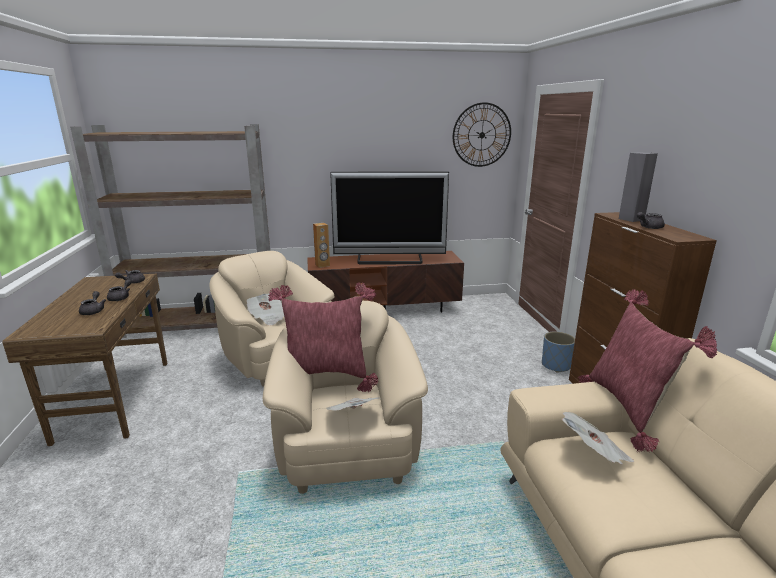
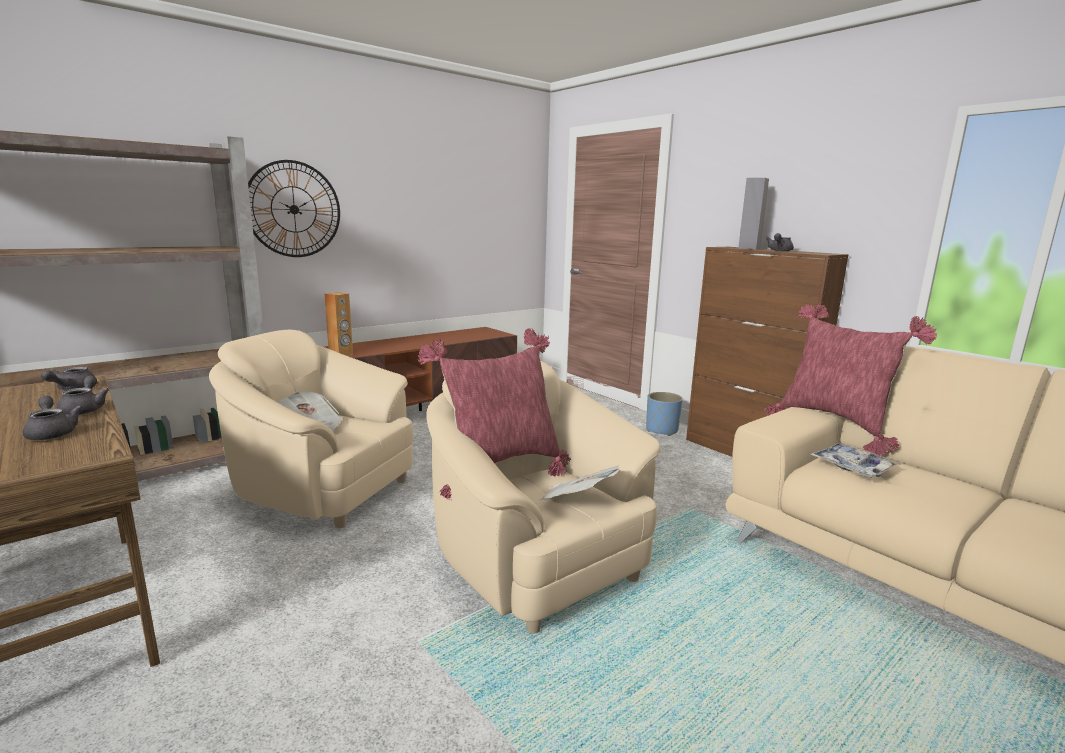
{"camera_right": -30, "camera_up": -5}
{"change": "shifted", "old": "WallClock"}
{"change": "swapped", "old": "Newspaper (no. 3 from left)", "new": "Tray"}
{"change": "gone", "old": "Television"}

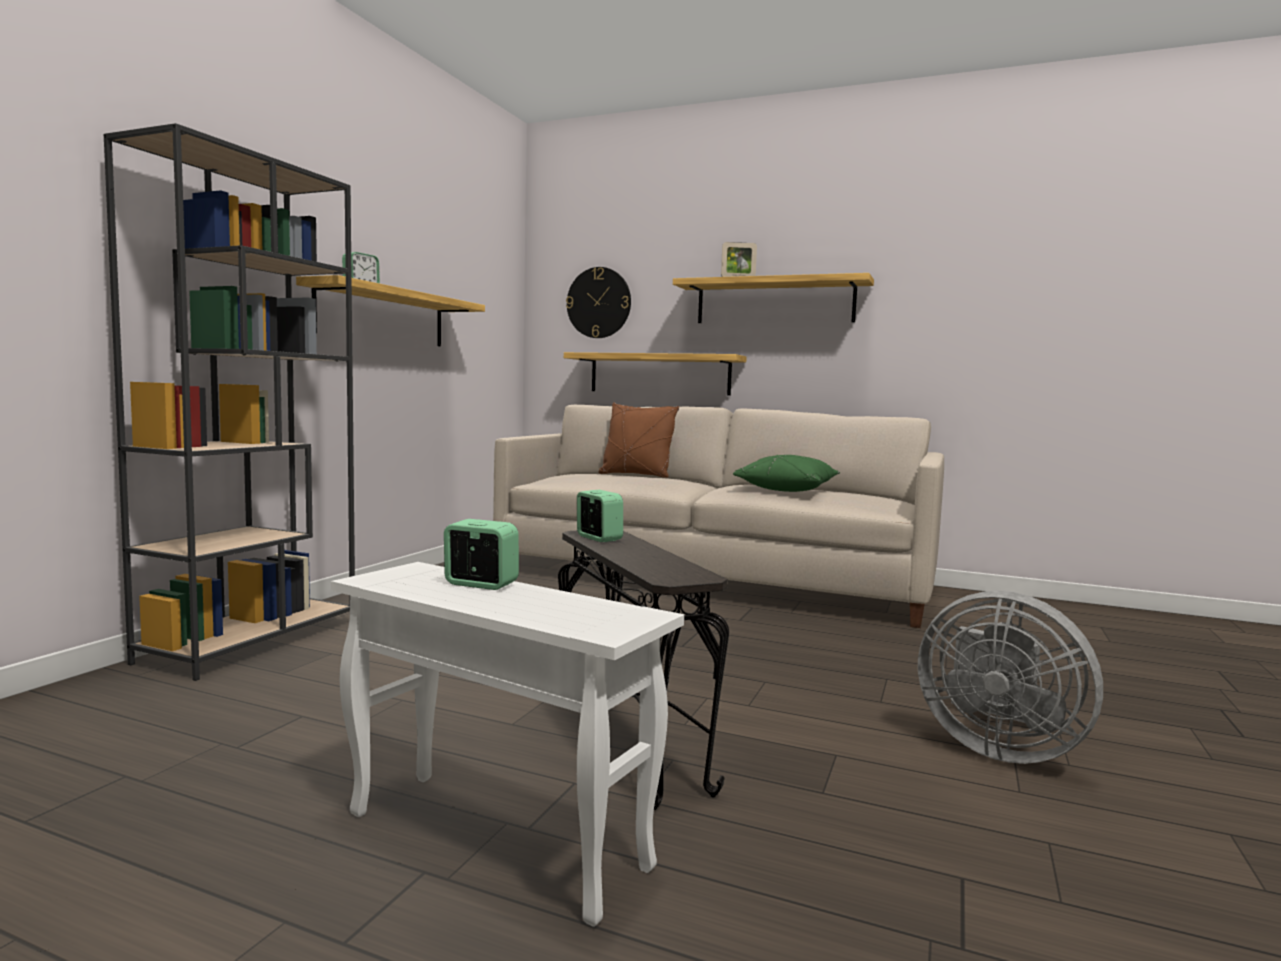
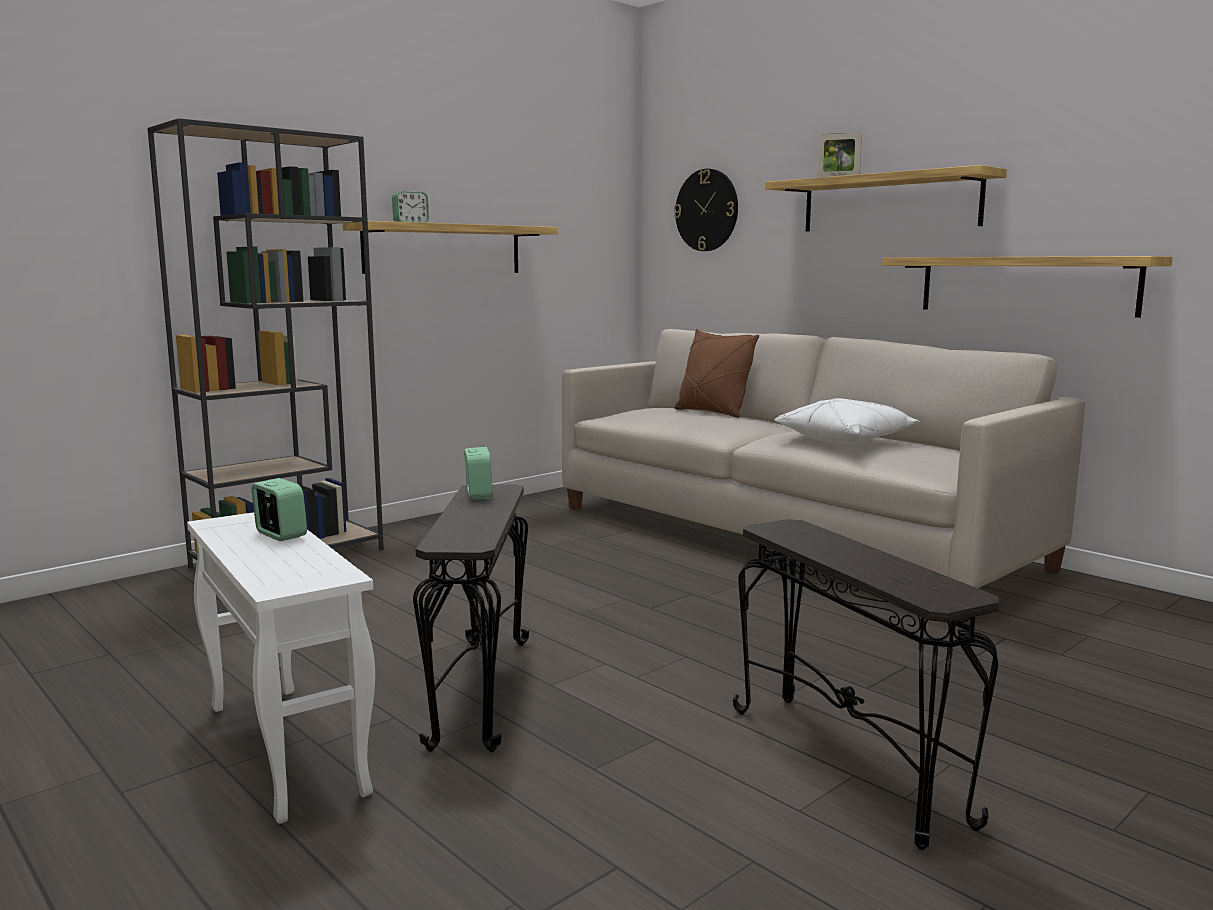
{"camera_right": 25, "camera_up": 5}
{"change": "swapped", "old": "GreyFan", "new": "BlackSideTable (no. 2 from left)"}
{"change": "repainted", "old": "GreenPillow", "new": "WhitePillow"}
{"change": "shifted", "old": "Shelf (no. 2 from left in the first image)", "new": "Shelf (no. 3 from left)"}

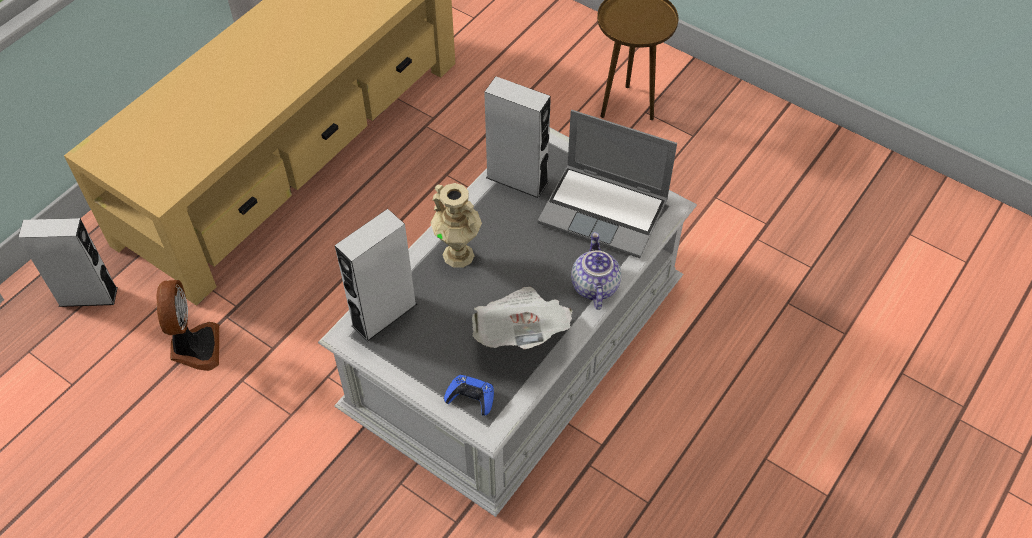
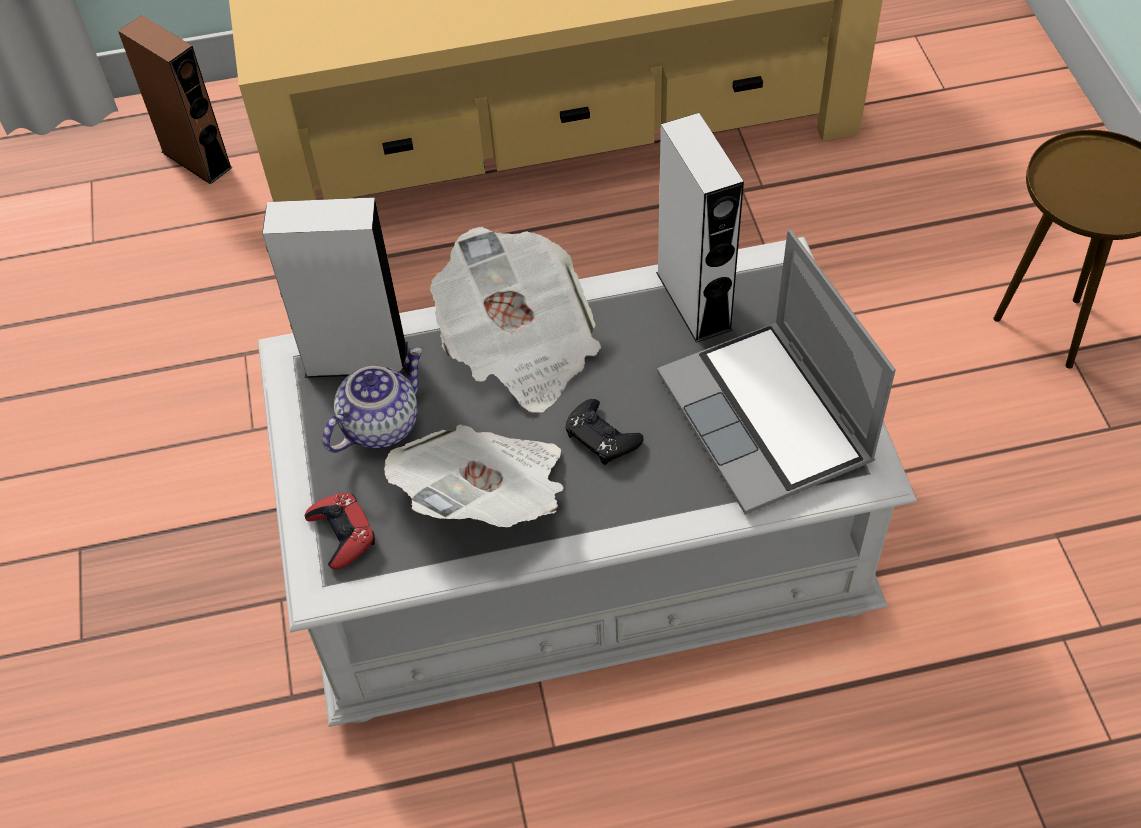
{"camera_right": 45, "camera_up": 0}
{"change": "repainted", "old": "GreySpeaker (no. 1 from left)", "new": "BrownSpeaker"}
{"change": "repainted", "old": "BlueGameController", "new": "RedGameController"}
{"change": "shifted", "old": "Teapot"}
{"change": "swapped", "old": "BeigeVase", "new": "Newspaper (no. 2 from left)"}
{"change": "new", "new": "BlackGameController"}
{"change": "gone", "old": "Fan"}

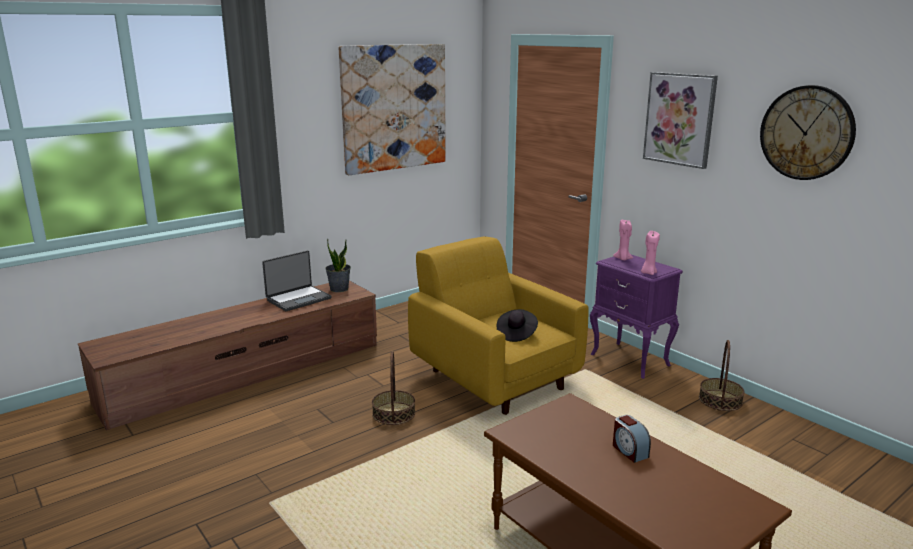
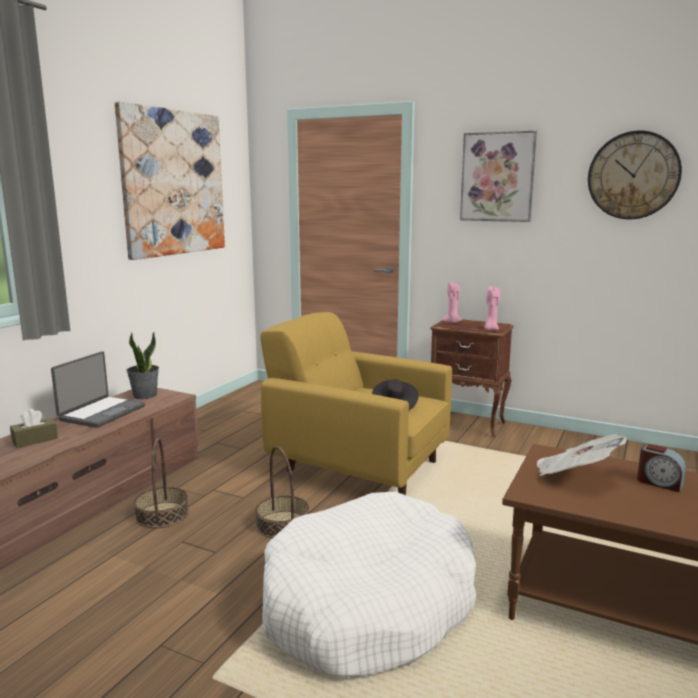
{"camera_right": -25, "camera_up": -5}
{"change": "new", "new": "BrownTissueBox"}
{"change": "shifted", "old": "Basket (no. 2 from left in the first image)", "new": "Basket (no. 1 from left)"}
{"change": "new", "new": "WhiteDogBed"}
{"change": "repainted", "old": "PurpleNightstand", "new": "BrownNightstand"}
{"change": "new", "new": "Newspaper"}

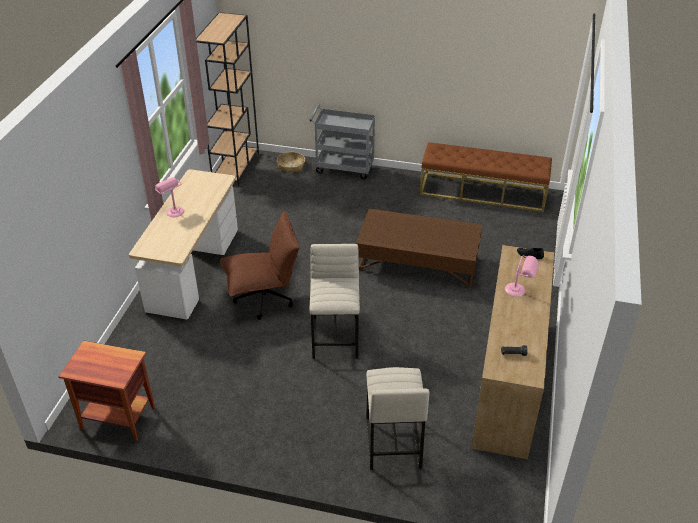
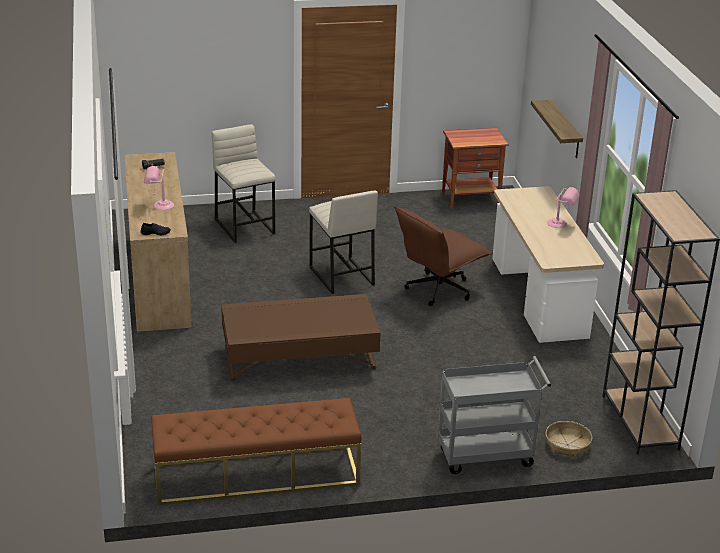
{"camera_right": 155, "camera_up": -10}
{"change": "new", "new": "Shelf"}

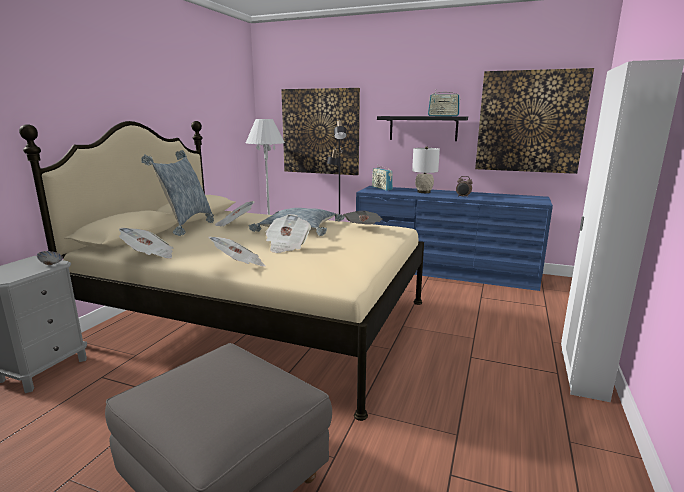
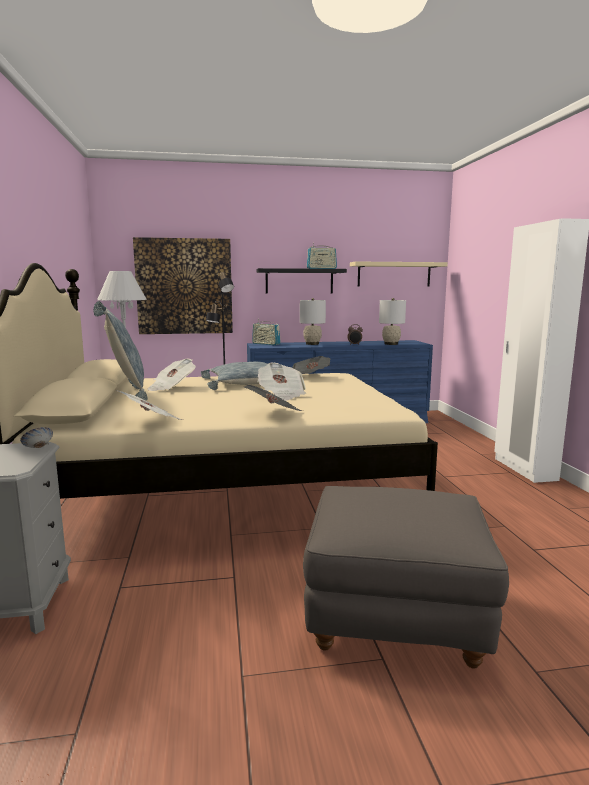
{"camera_right": -30, "camera_up": -5}
{"change": "swapped", "old": "Picture (no. 2 from left)", "new": "BeigeShelf"}
{"change": "new", "new": "WhiteTableLamp (no. 2 from left)"}

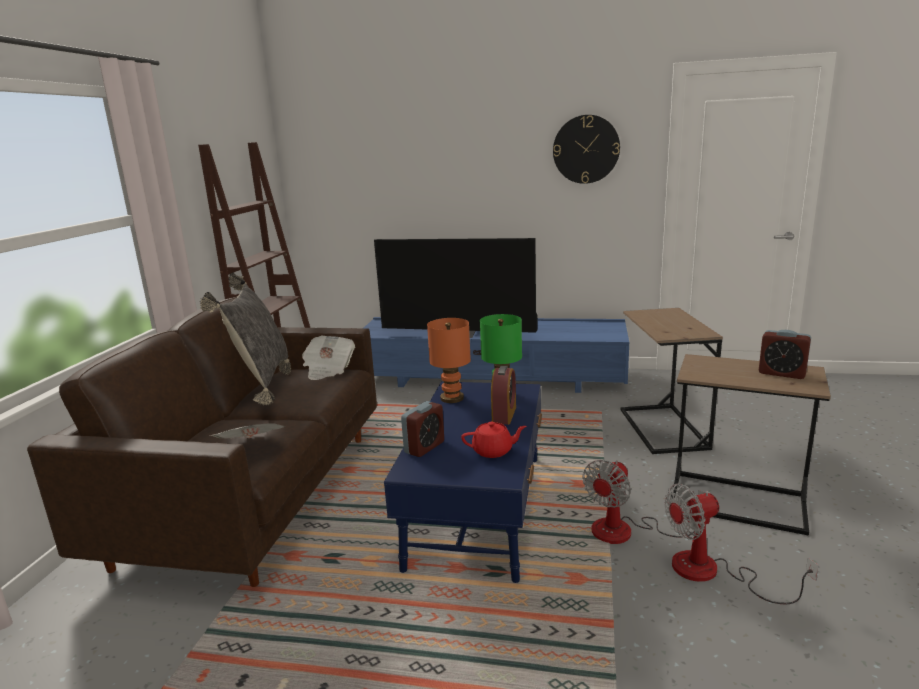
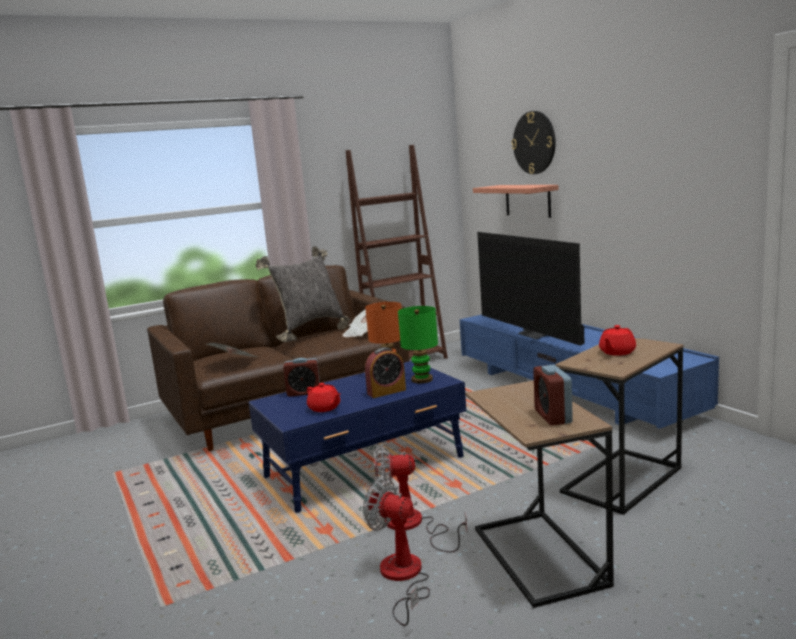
{"camera_right": 50, "camera_up": -5}
{"change": "new", "new": "Shelf"}
{"change": "shifted", "old": "WallClock"}
{"change": "new", "new": "RedTeapot (no. 2 from left)"}

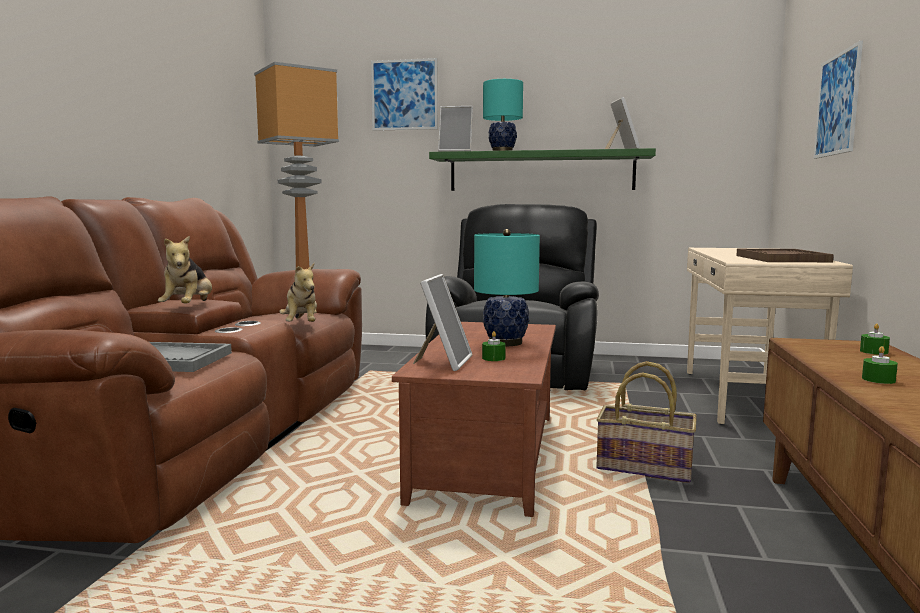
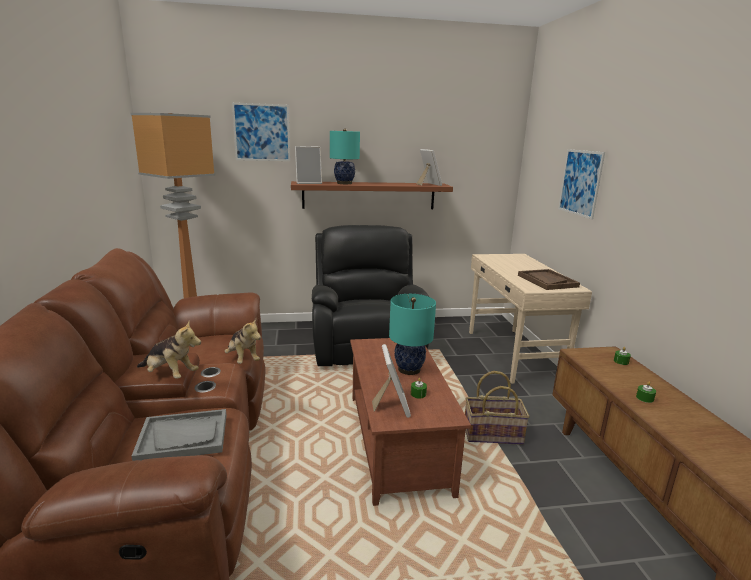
{"camera_right": -20, "camera_up": 10}
{"change": "rotated", "old": "PlushToy (no. 1 from left)", "degrees": -45}
{"change": "repainted", "old": "GreenShelf", "new": "BrownShelf"}

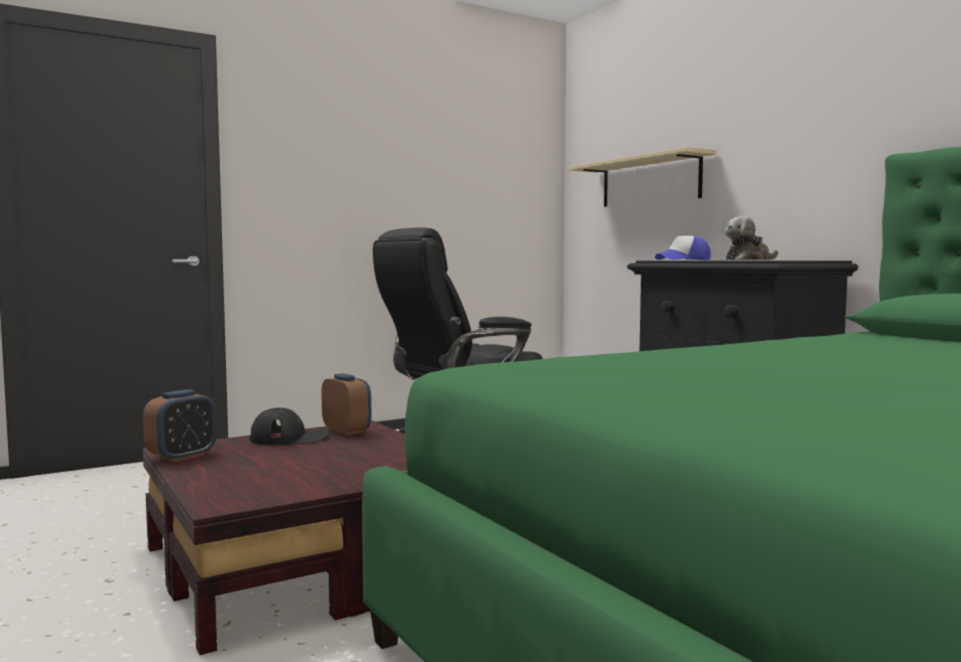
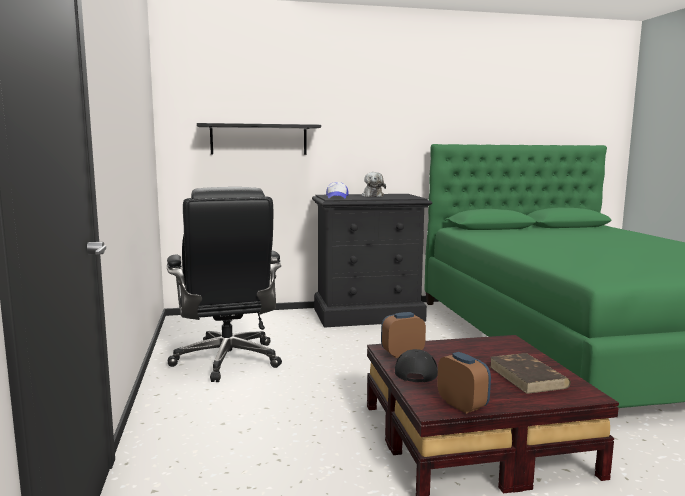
{"camera_right": -70, "camera_up": 5}
{"change": "repainted", "old": "BeigeShelf", "new": "BlackShelf"}
{"change": "new", "new": "BrownBook"}

